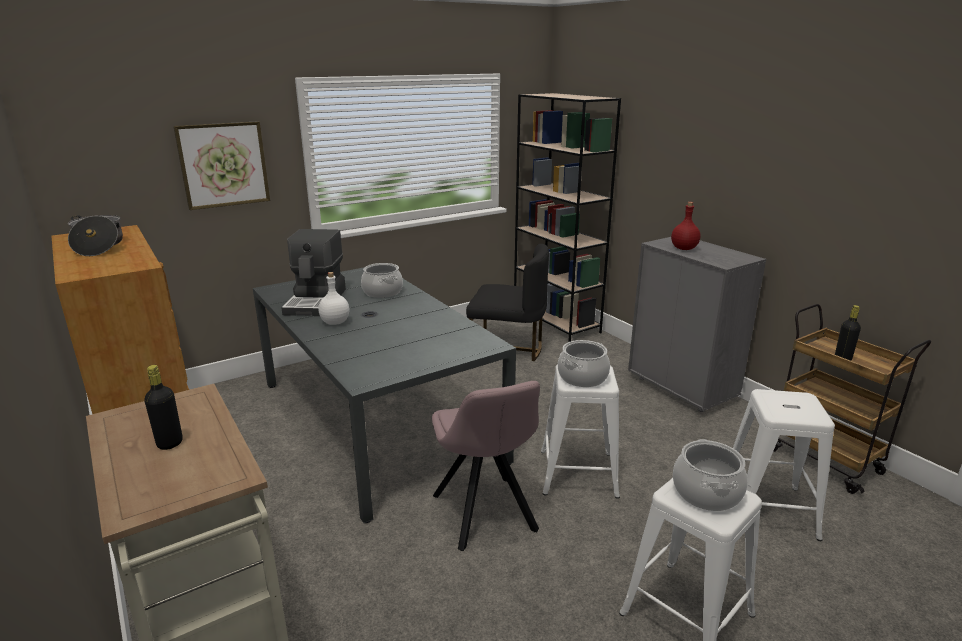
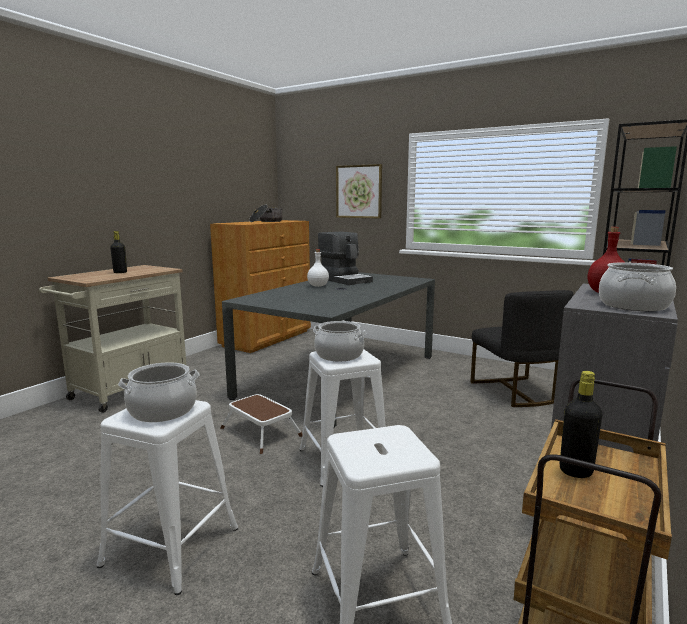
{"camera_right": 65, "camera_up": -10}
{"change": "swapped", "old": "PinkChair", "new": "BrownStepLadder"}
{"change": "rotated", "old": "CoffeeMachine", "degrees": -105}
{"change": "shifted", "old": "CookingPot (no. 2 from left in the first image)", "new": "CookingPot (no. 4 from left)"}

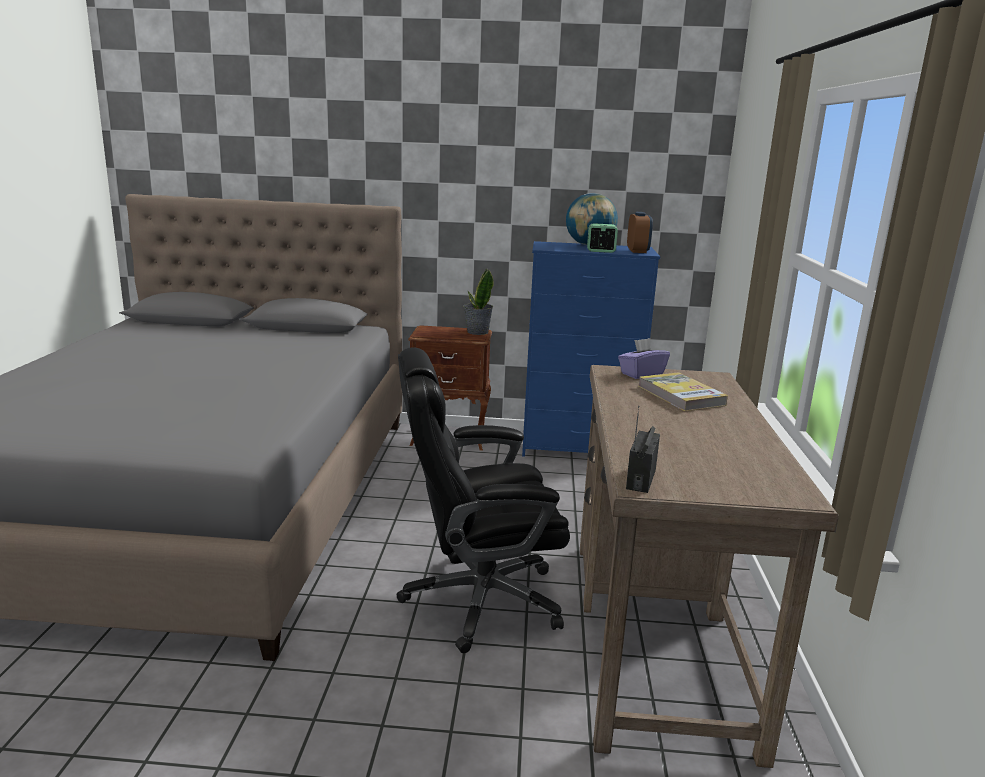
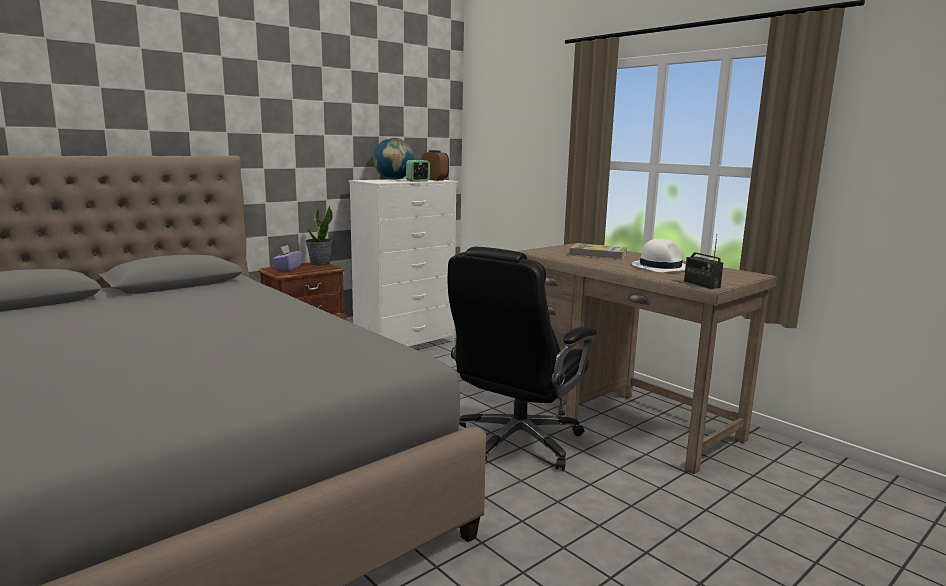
{"camera_right": -45, "camera_up": -5}
{"change": "shifted", "old": "PurpleTissueBox"}
{"change": "repainted", "old": "BlueDresser", "new": "WhiteDresser"}
{"change": "new", "new": "WhiteHat"}

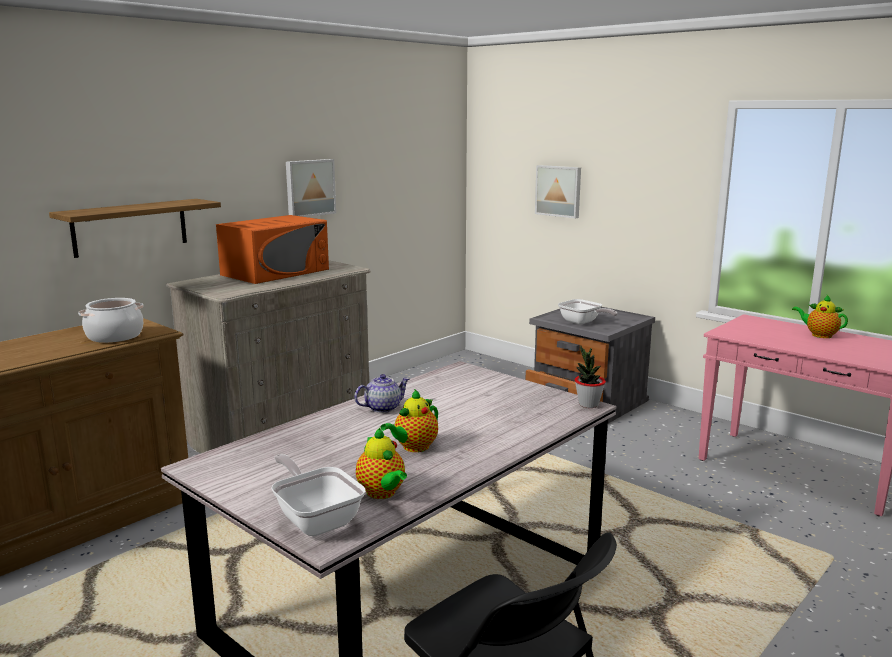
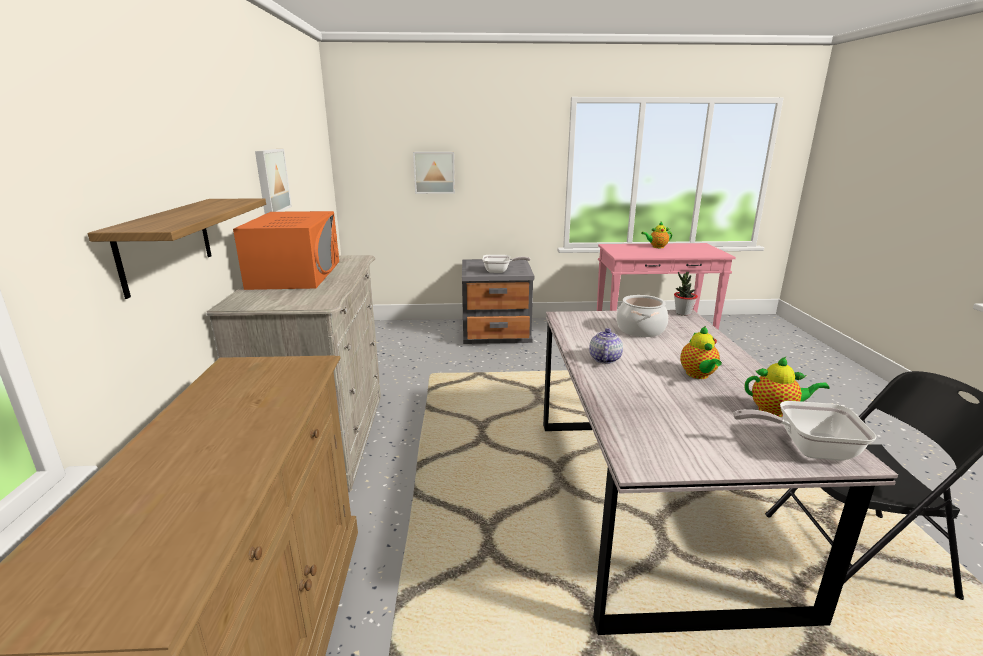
{"camera_right": -45, "camera_up": 5}
{"change": "shifted", "old": "CookingPot"}

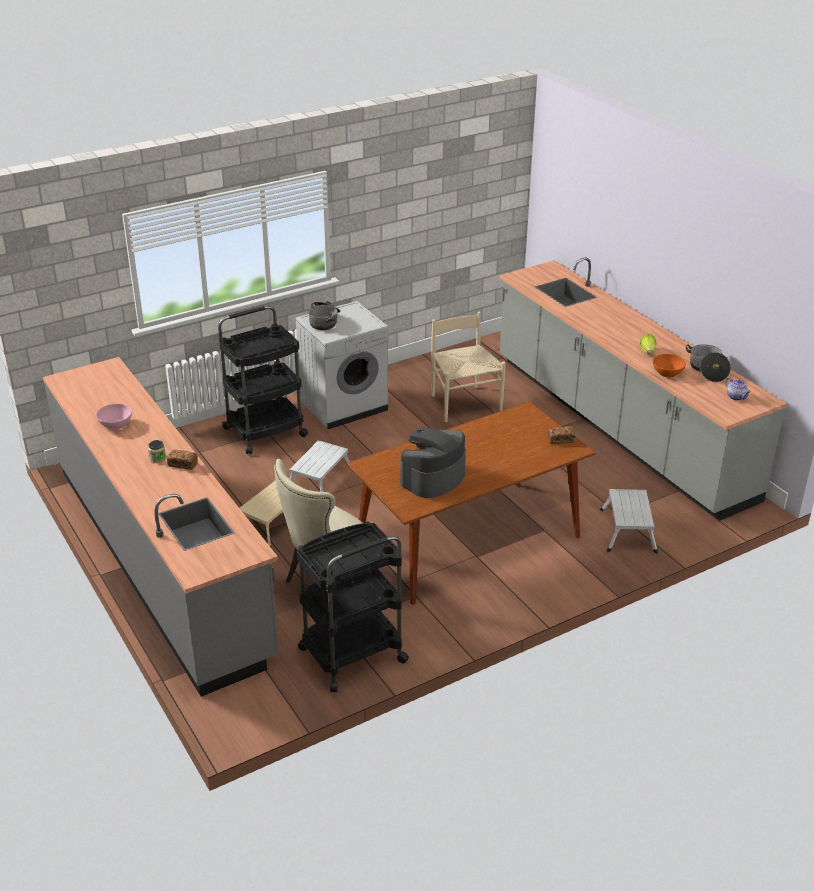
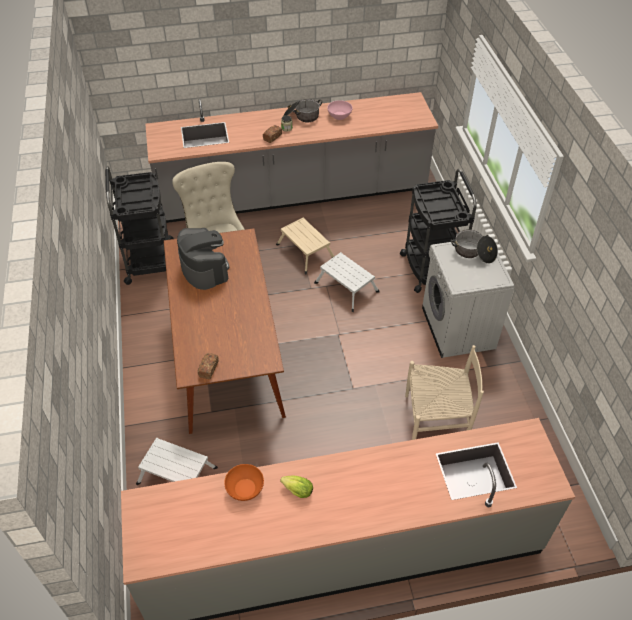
{"camera_right": 110, "camera_up": 15}
{"change": "shifted", "old": "CookingPot (no. 2 from left in the first image)", "new": "CookingPot (no. 1 from left)"}
{"change": "gone", "old": "Teapot"}

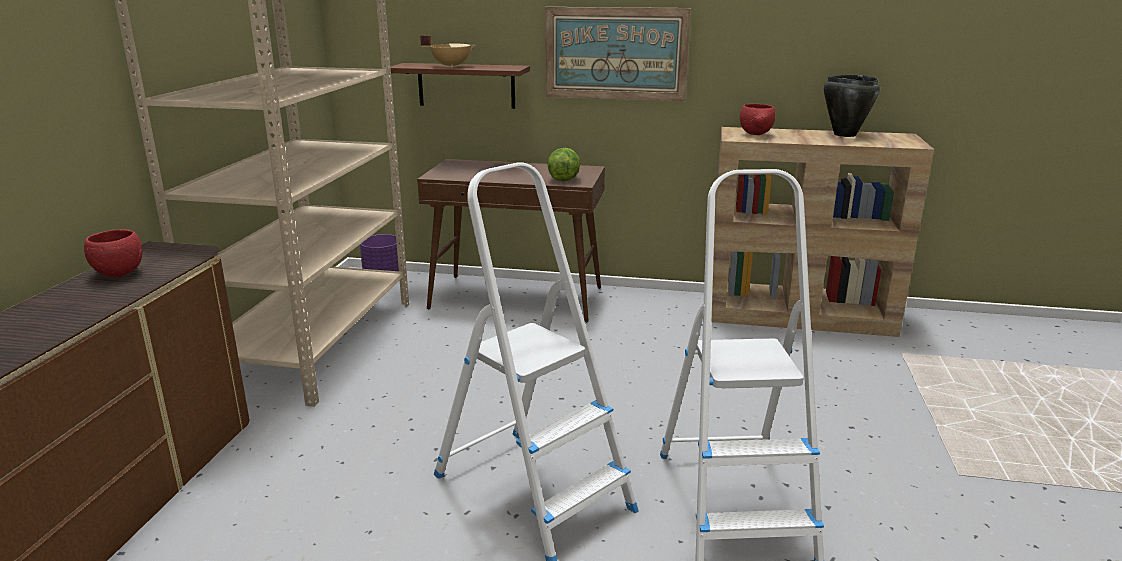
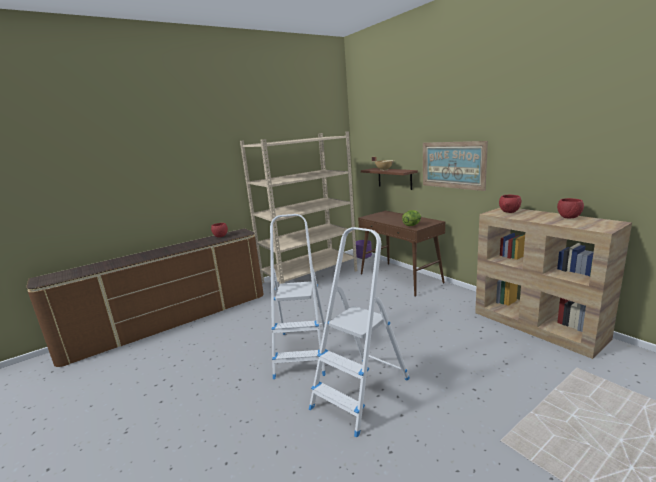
{"camera_right": 45, "camera_up": -5}
{"change": "swapped", "old": "BlackCookingPot", "new": "RedBowl (no. 3 from left)"}

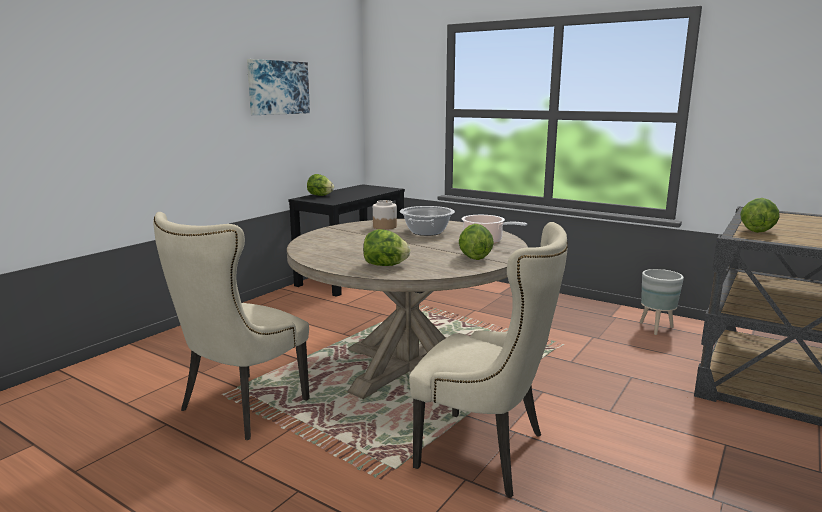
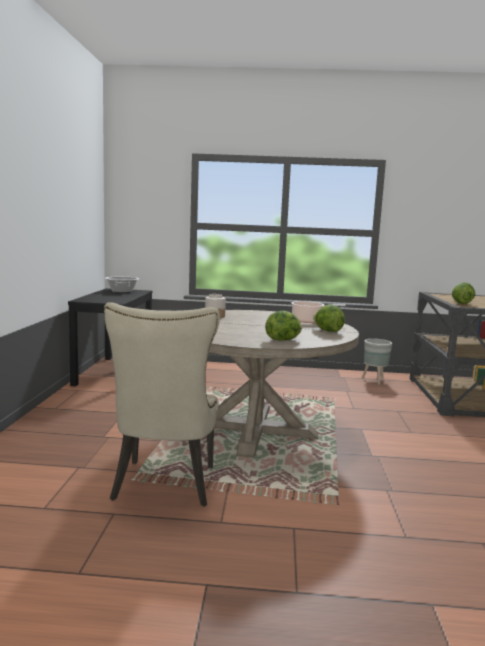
{"camera_right": -30, "camera_up": -5}
{"change": "shifted", "old": "CookingPot (no. 1 from left)"}
{"change": "gone", "old": "Picture"}
{"change": "gone", "old": "Lettuce (no. 1 from left)"}
{"change": "gone", "old": "BeigeChair (no. 2 from left)"}

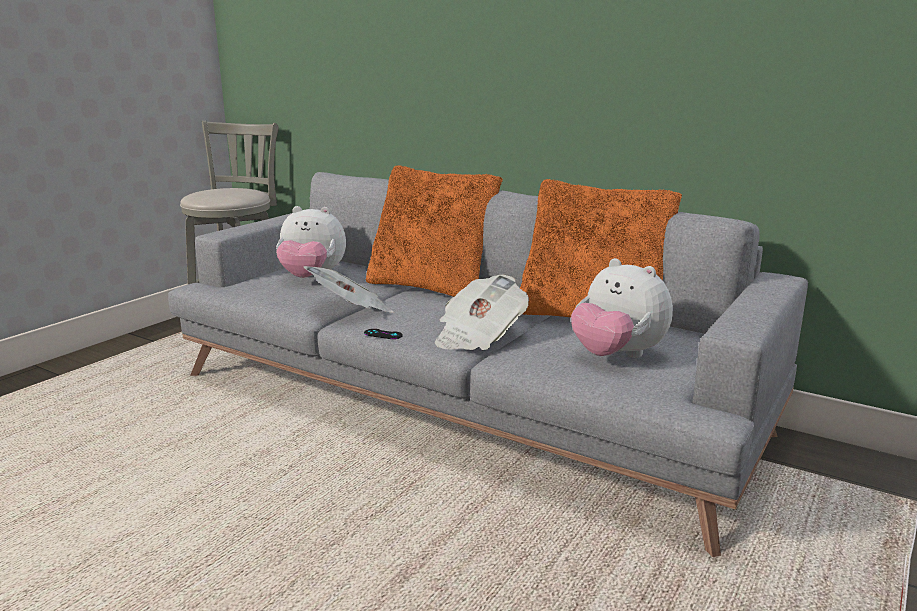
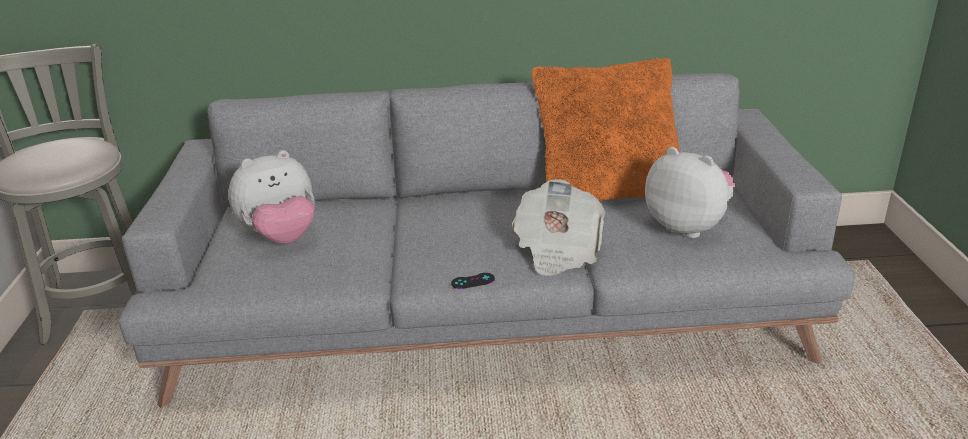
{"camera_right": -35, "camera_up": 10}
{"change": "rotated", "old": "PlushToy (no. 2 from left)", "degrees": -150}
{"change": "gone", "old": "Newspaper (no. 1 from left)"}
{"change": "gone", "old": "OrangePillow (no. 1 from left)"}

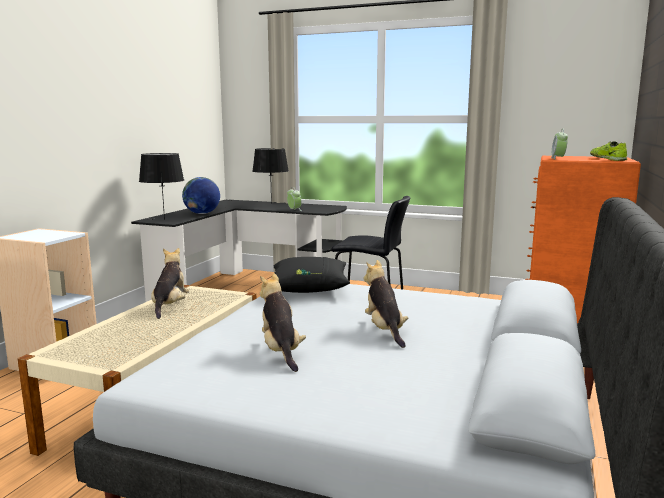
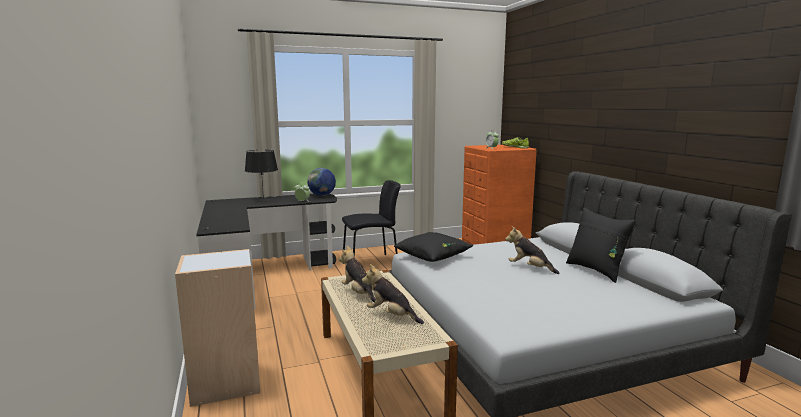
{"camera_right": -40, "camera_up": 0}
{"change": "shifted", "old": "Globe"}
{"change": "shifted", "old": "PlushToy (no. 2 from left)"}
{"change": "new", "new": "BlackPillow (no. 2 from left)"}
{"change": "gone", "old": "BlackTableLamp (no. 1 from left)"}

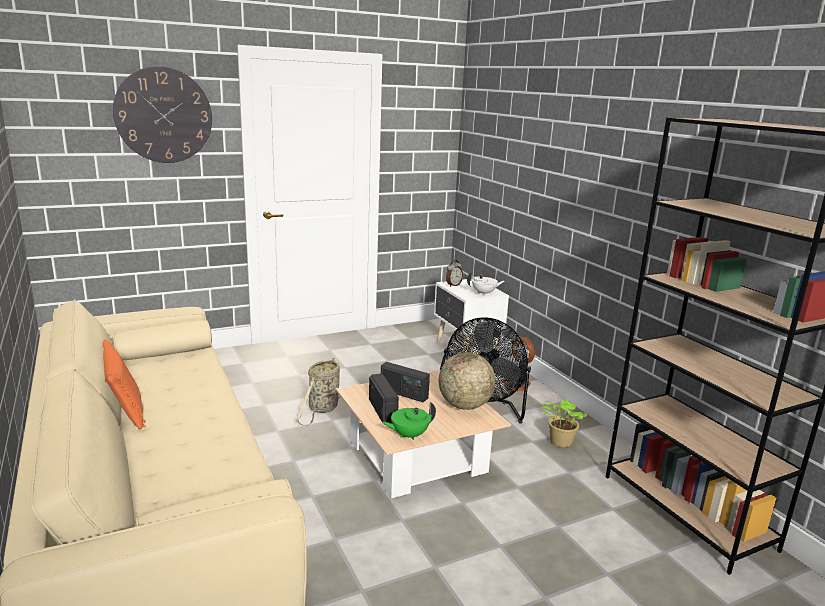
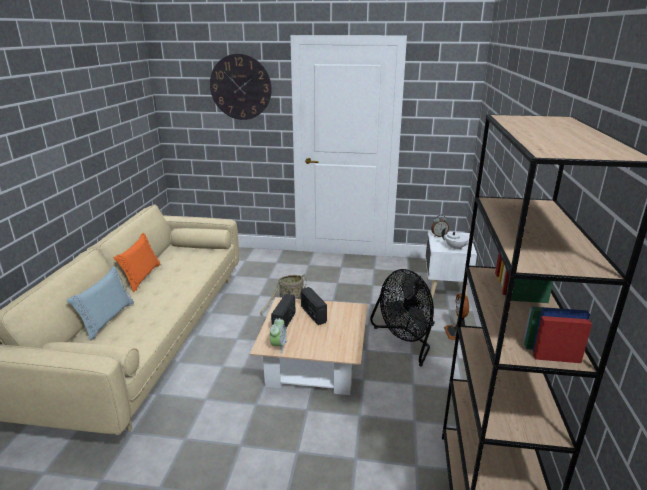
{"camera_right": 35, "camera_up": 5}
{"change": "new", "new": "BluePillow"}
{"change": "swapped", "old": "GreenTeapot", "new": "AlarmClock (no. 1 from left)"}
{"change": "gone", "old": "Globe"}
{"change": "gone", "old": "PottedPlant"}

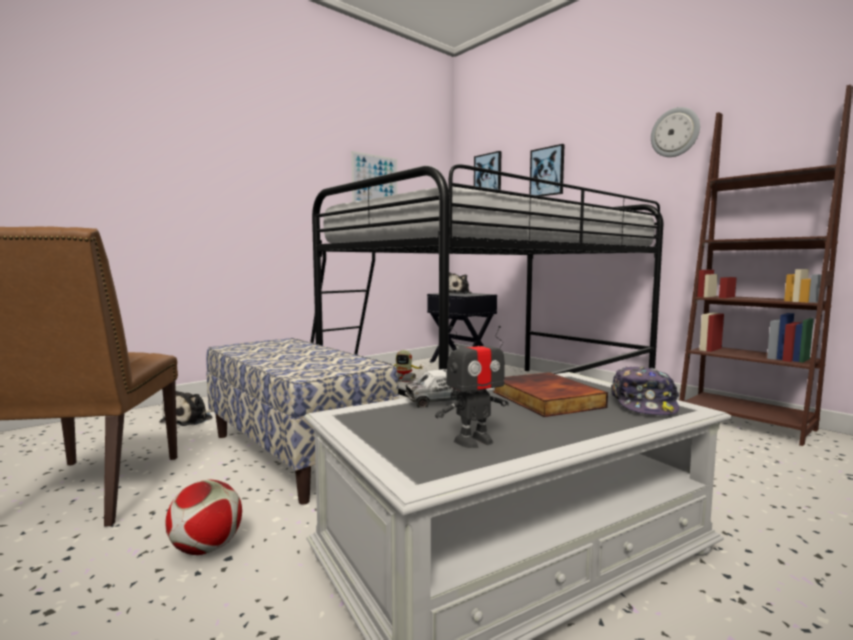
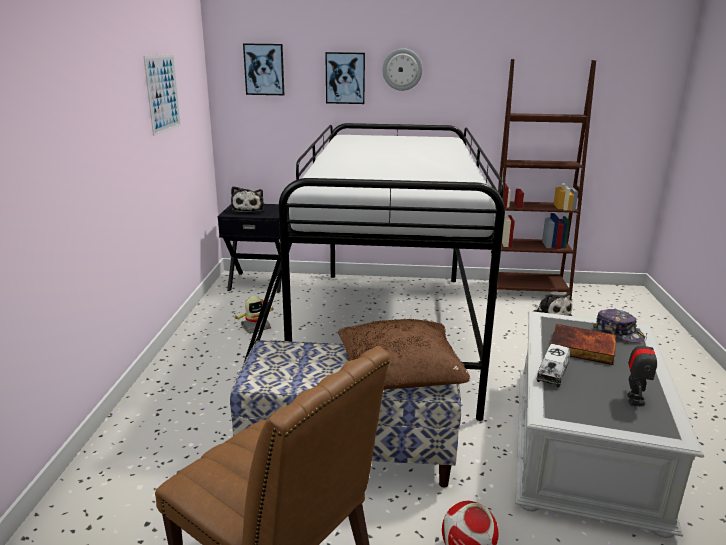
{"camera_right": -45, "camera_up": 15}
{"change": "new", "new": "BrownPillow"}
{"change": "shifted", "old": "WallClock"}
{"change": "shifted", "old": "PlushToy (no. 1 from left in the first image)", "new": "PlushToy (no. 2 from left)"}

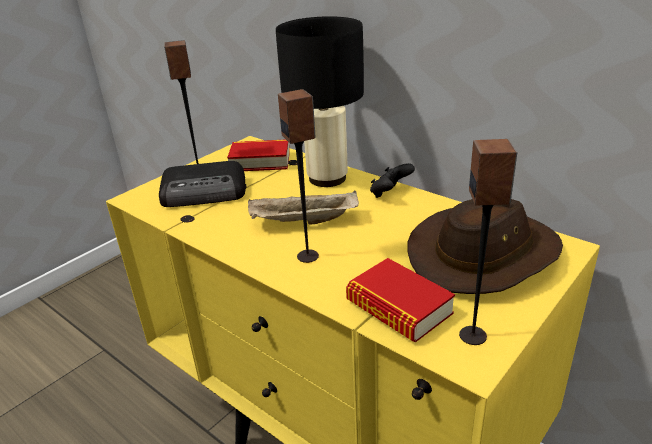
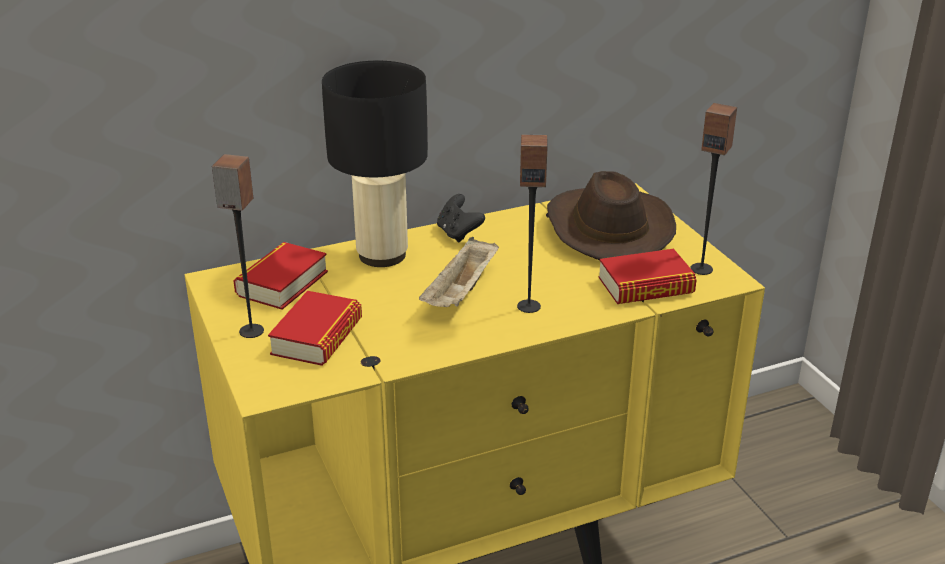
{"camera_right": -65, "camera_up": 0}
{"change": "swapped", "old": "Radio", "new": "Book (no. 2 from left)"}

